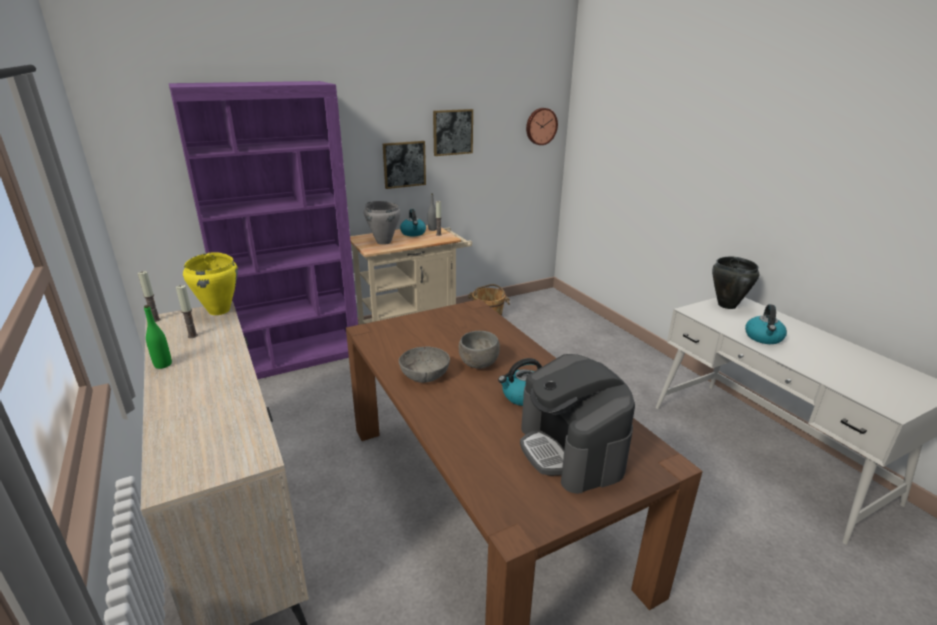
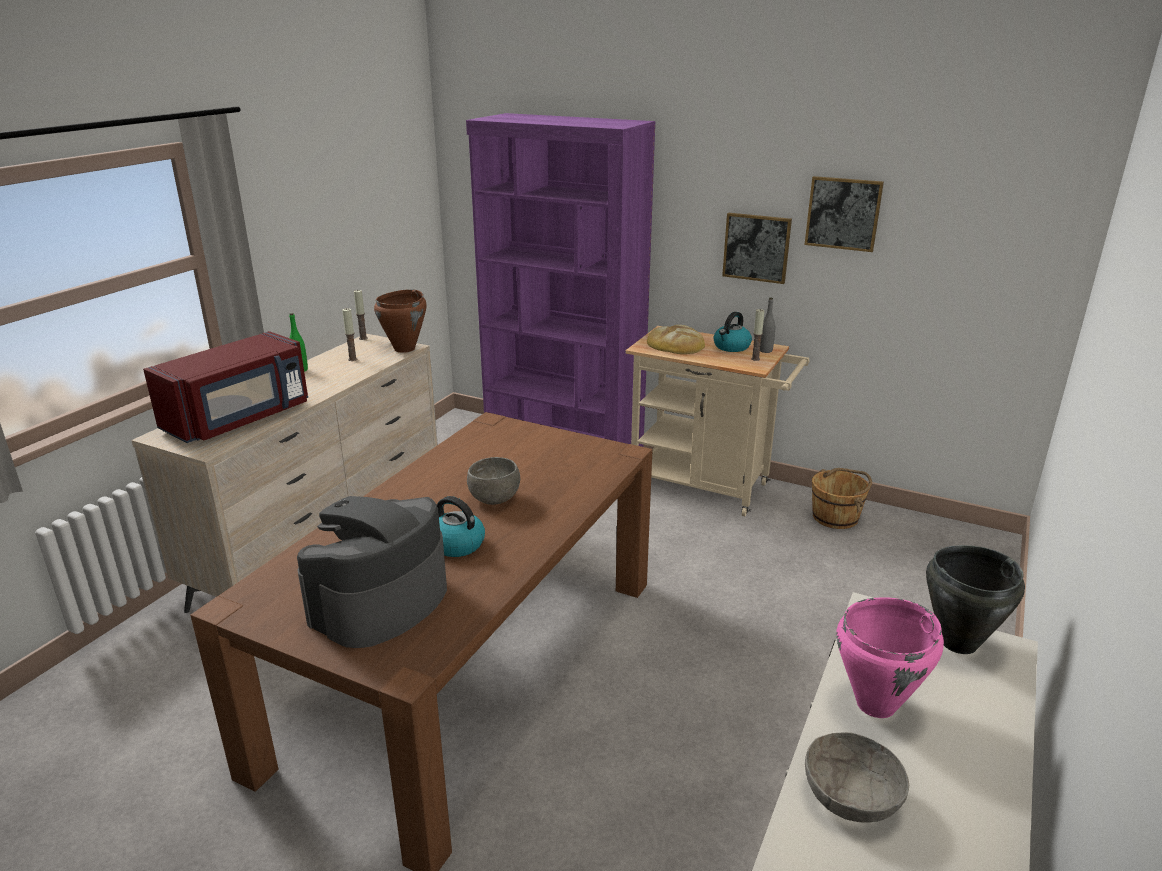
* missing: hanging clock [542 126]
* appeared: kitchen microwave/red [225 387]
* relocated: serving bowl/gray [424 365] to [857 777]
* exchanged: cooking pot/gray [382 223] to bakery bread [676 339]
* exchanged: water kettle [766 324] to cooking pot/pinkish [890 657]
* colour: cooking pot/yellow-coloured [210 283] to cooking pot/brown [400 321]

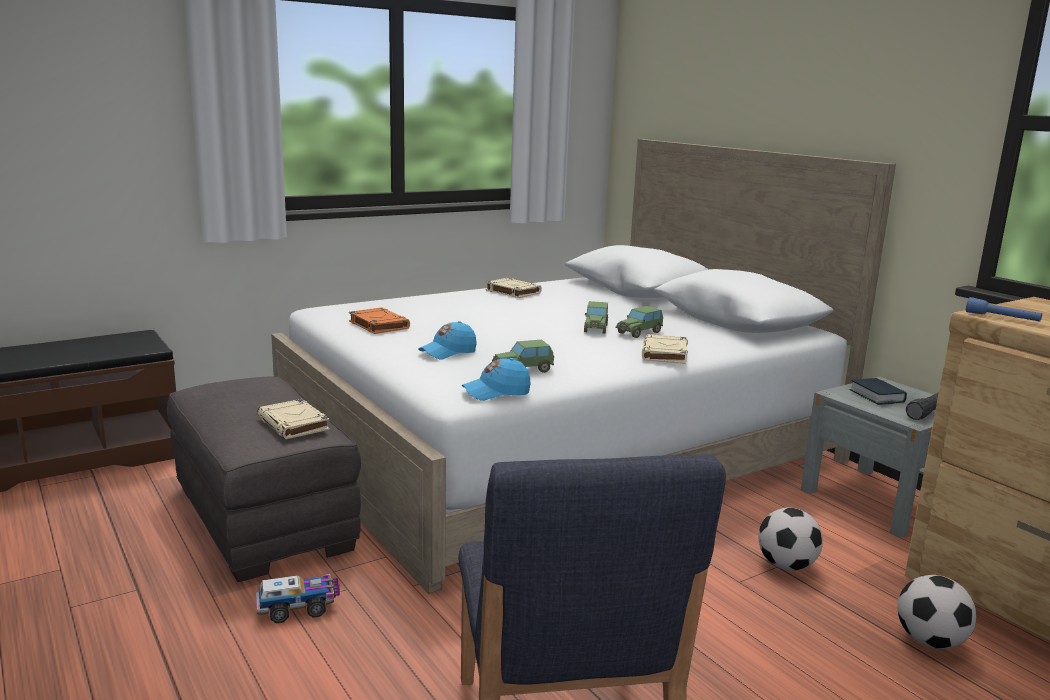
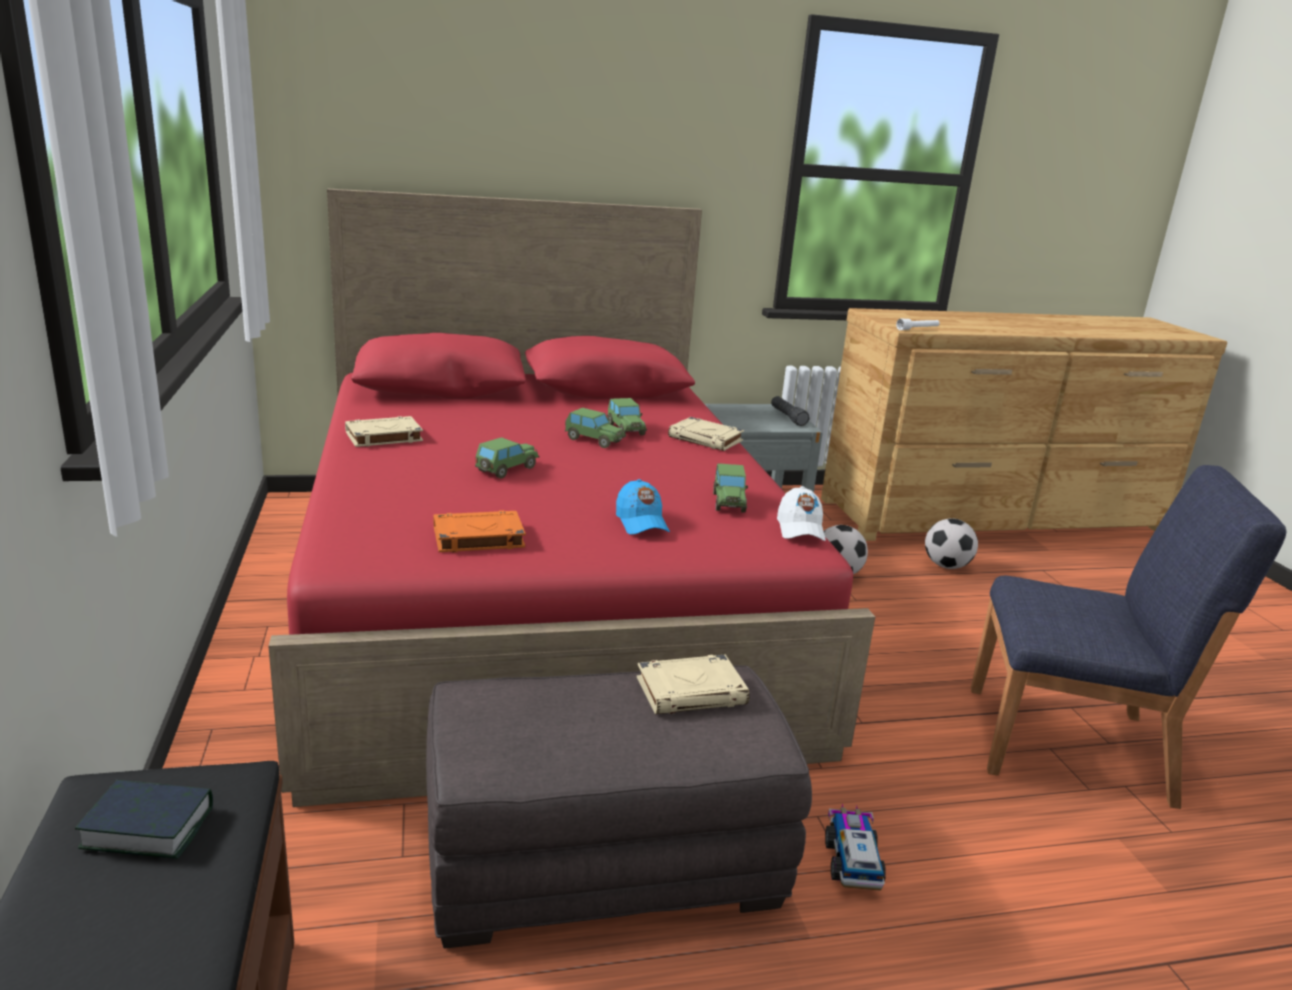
* appeared: miniature car [507 458]
* relocated: volume [878 391] to [144 819]
* colour: bedroom bed/white [583 366] to bedroom bed/red [571 498]
* colour: baseball cap/bluish [496 379] to baseball cap/white [801 513]
* colour: torch/bluish [1004 309] to torch/white [918 324]

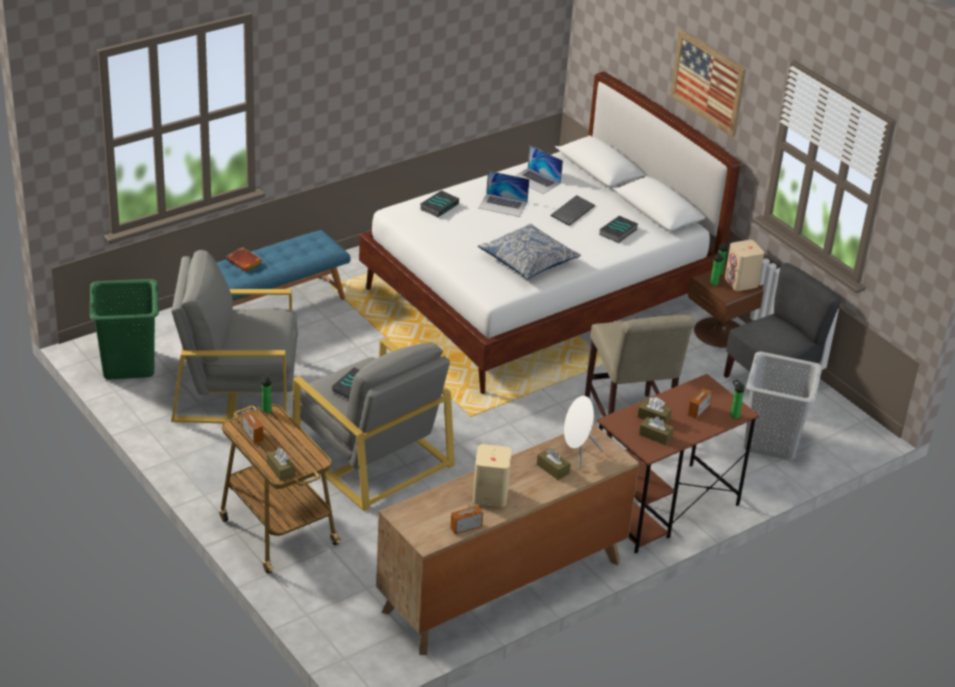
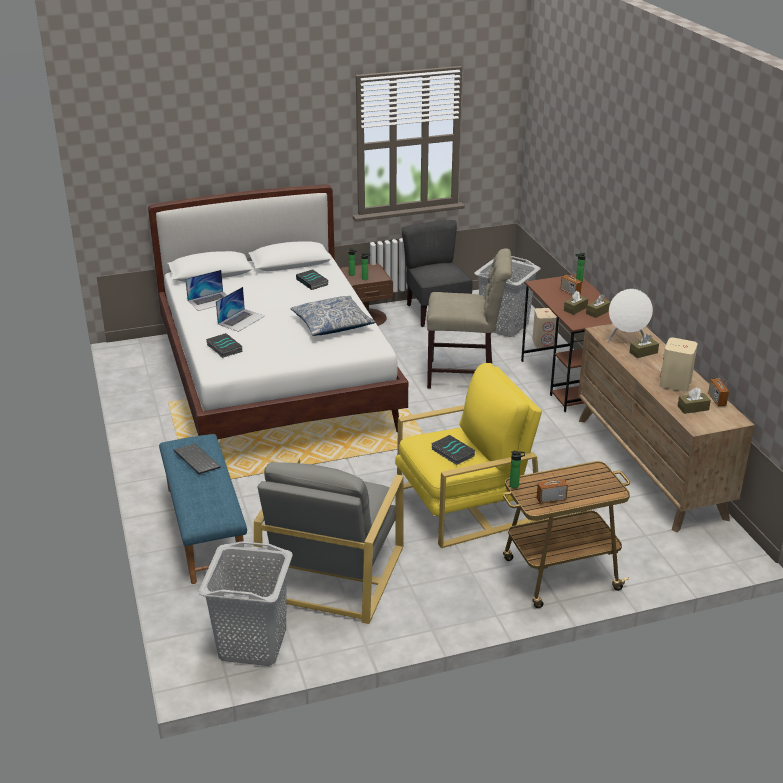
* missing: volume/brown [244 259]
* missing: wall picture [708 83]
* relocated: tissue holder/brown [281 464] to [694 400]
* relocated: PC keyboard [573 210] to [197 458]
* relocated: speaker/beige [744 265] to [546 328]
* colour: washing basket/green [124 329] to washing basket/gray [246 603]
* colour: easy chair/gray [374 424] to easy chair/yellow-coloured [468 455]

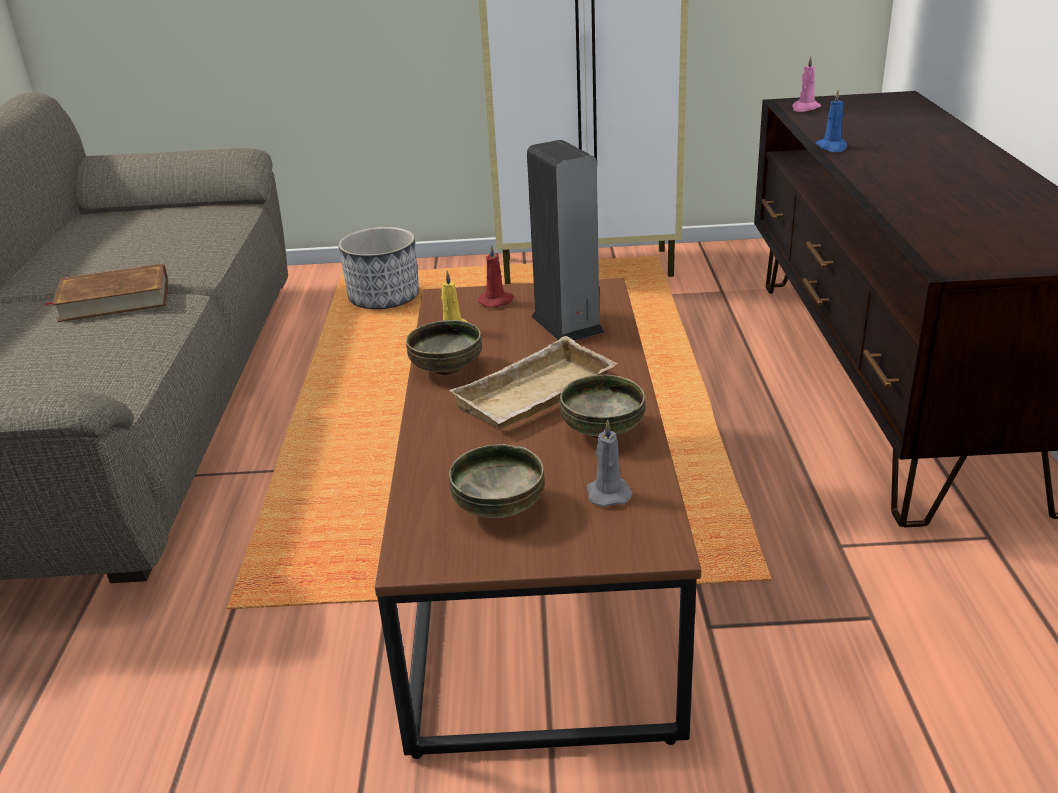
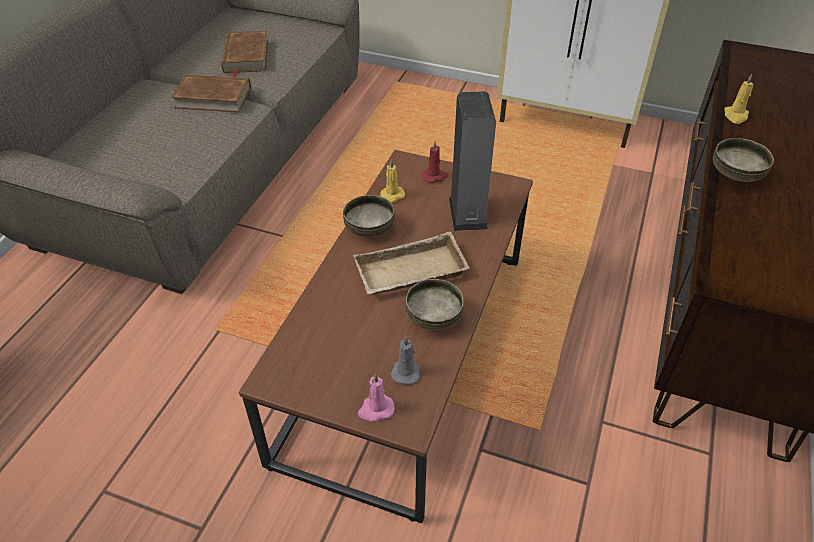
* missing: flower pot [379 268]
* appeared: volume/brown [244 54]
* relocated: serving bowl [497 481] to [743 160]
* relocated: wax candle/pinkish [806 84] to [376 397]
* colour: wax candle/bluish [831 121] to wax candle/yellow-coloured [738 99]

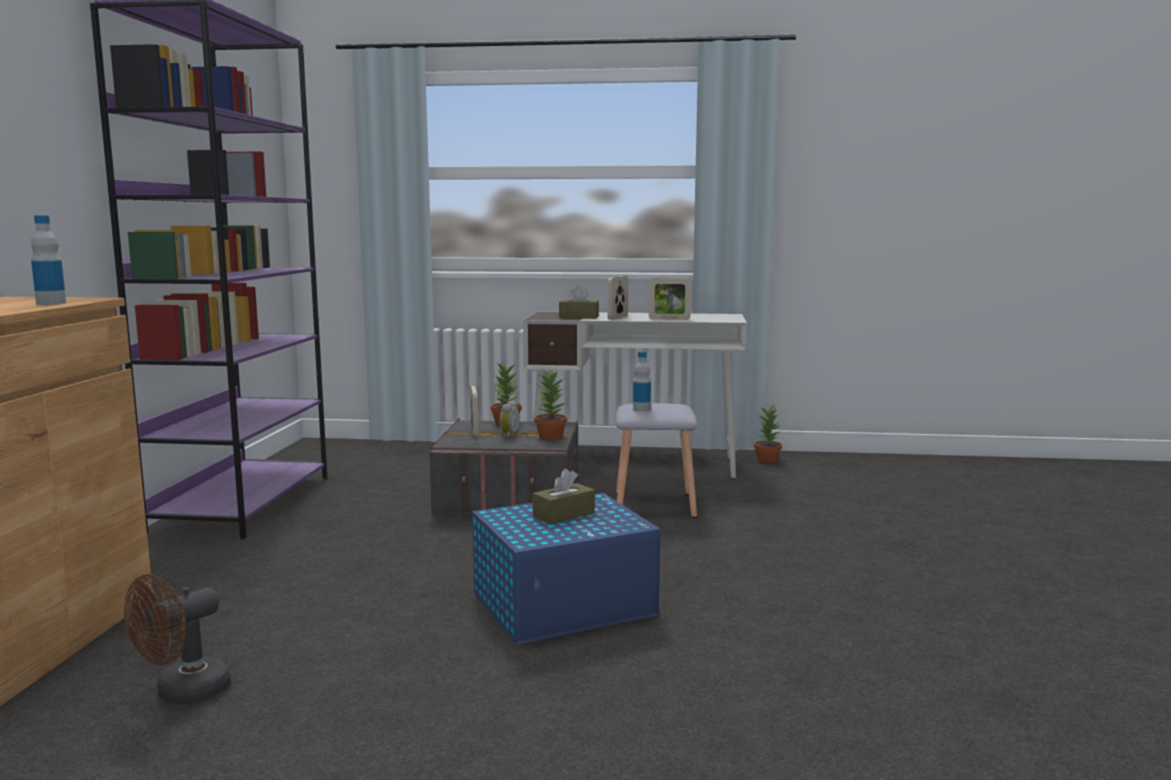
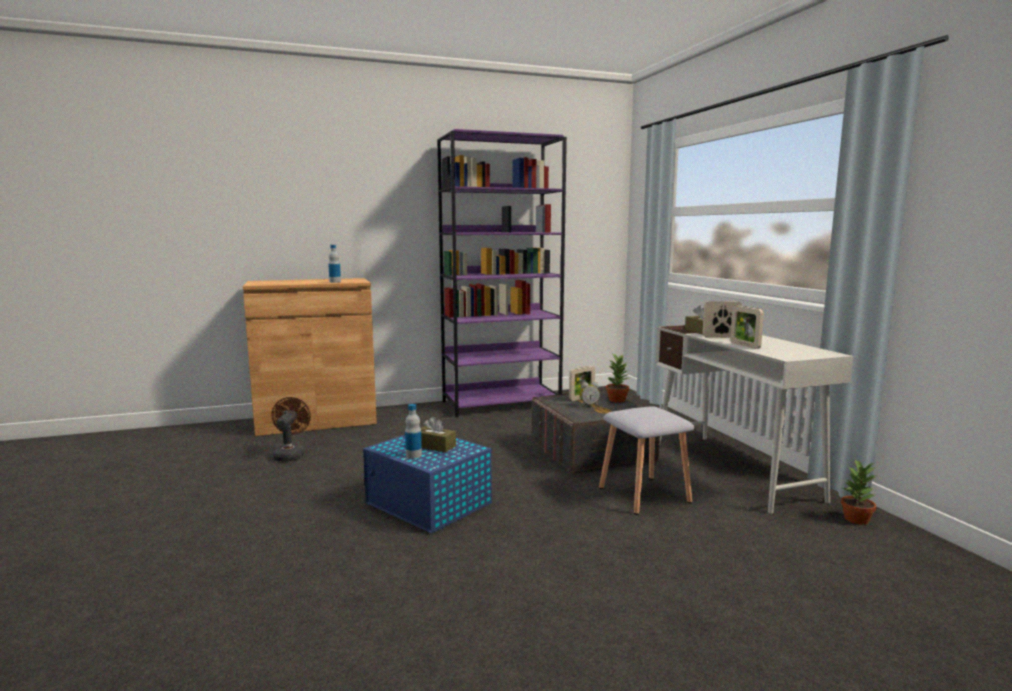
* missing: potted plant [550 405]
* relocated: bottle [642 381] to [413 431]
* spun: electric fan/brown [177 639] = [291 429] 75 degrees clockwise

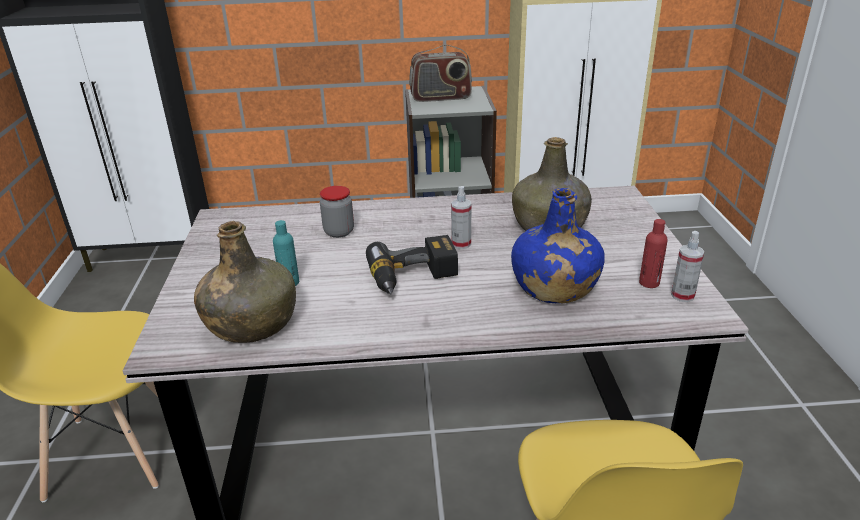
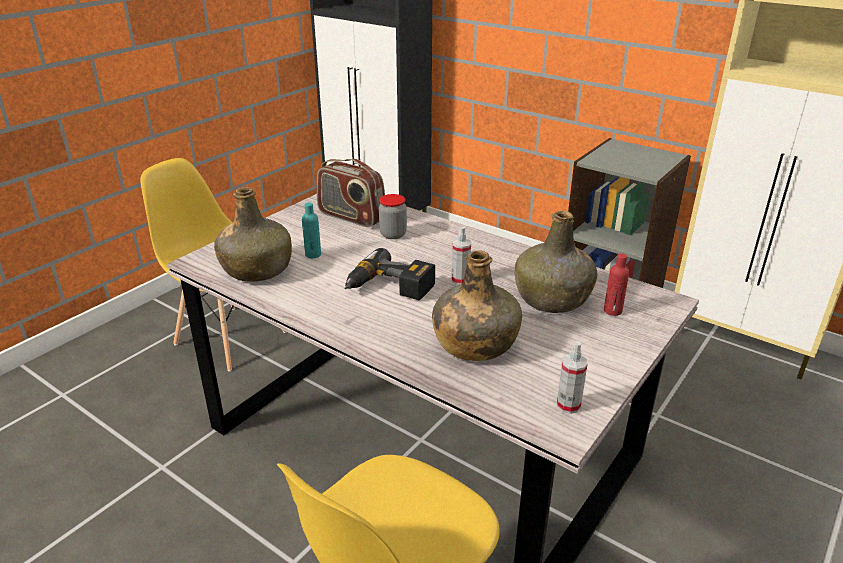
* relocated: radio receiver [440 73] to [351 193]
* relocated: bottle/red [653 253] to [616 284]
* colour: bottle/bluish [558 245] to bottle/green [477 305]

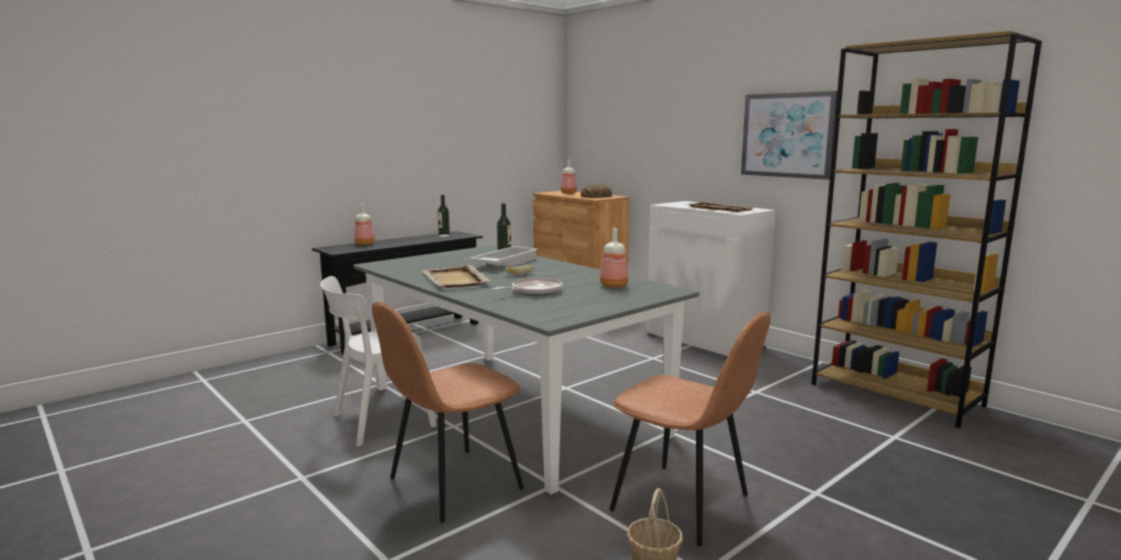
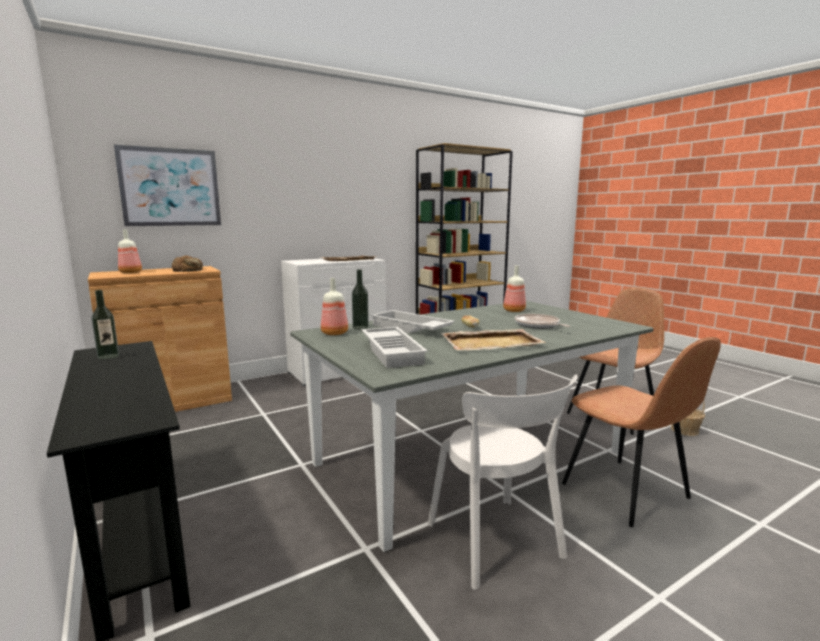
* appeared: tray/white [395 347]
* relocated: bottle [364 224] to [334 306]
* relocated: wall picture [789 135] to [167 185]

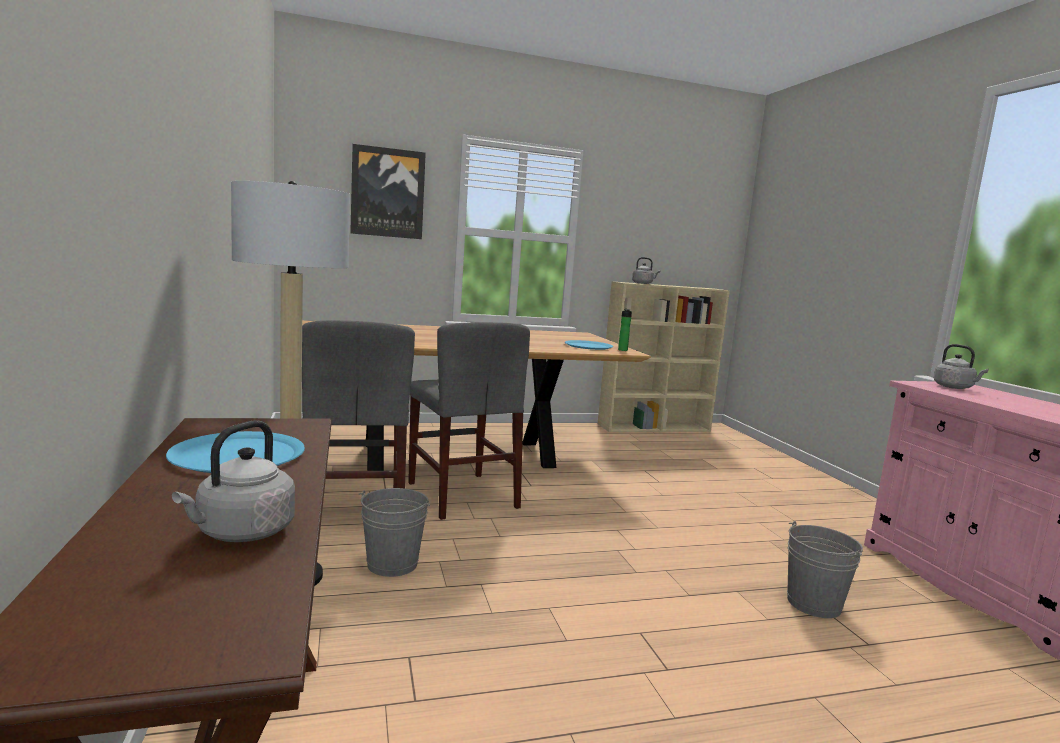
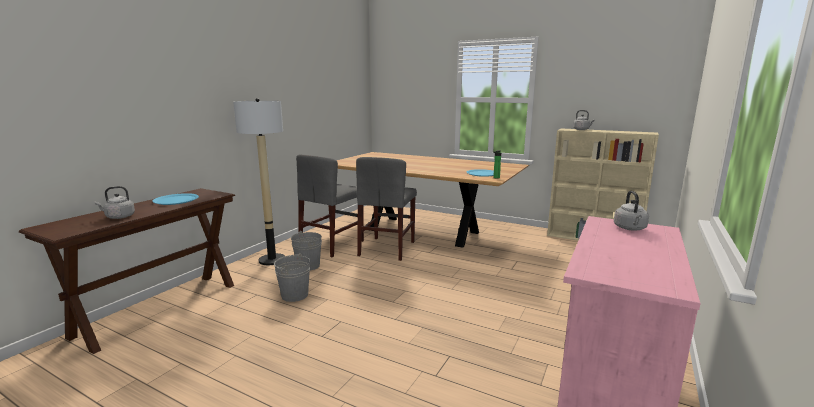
* missing: wall picture [388 191]
* relocated: water bucket/gray [825 569] to [292 277]

